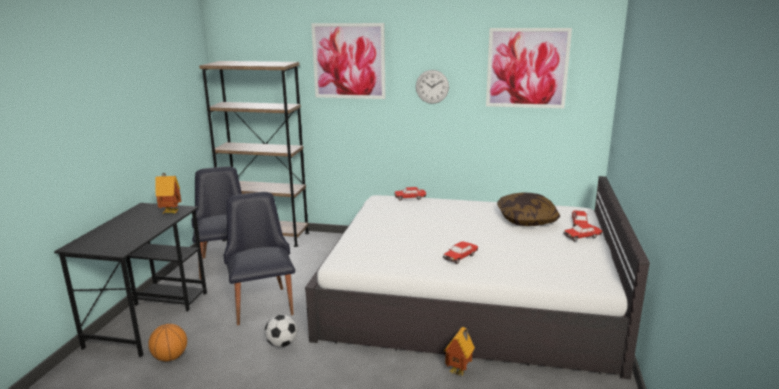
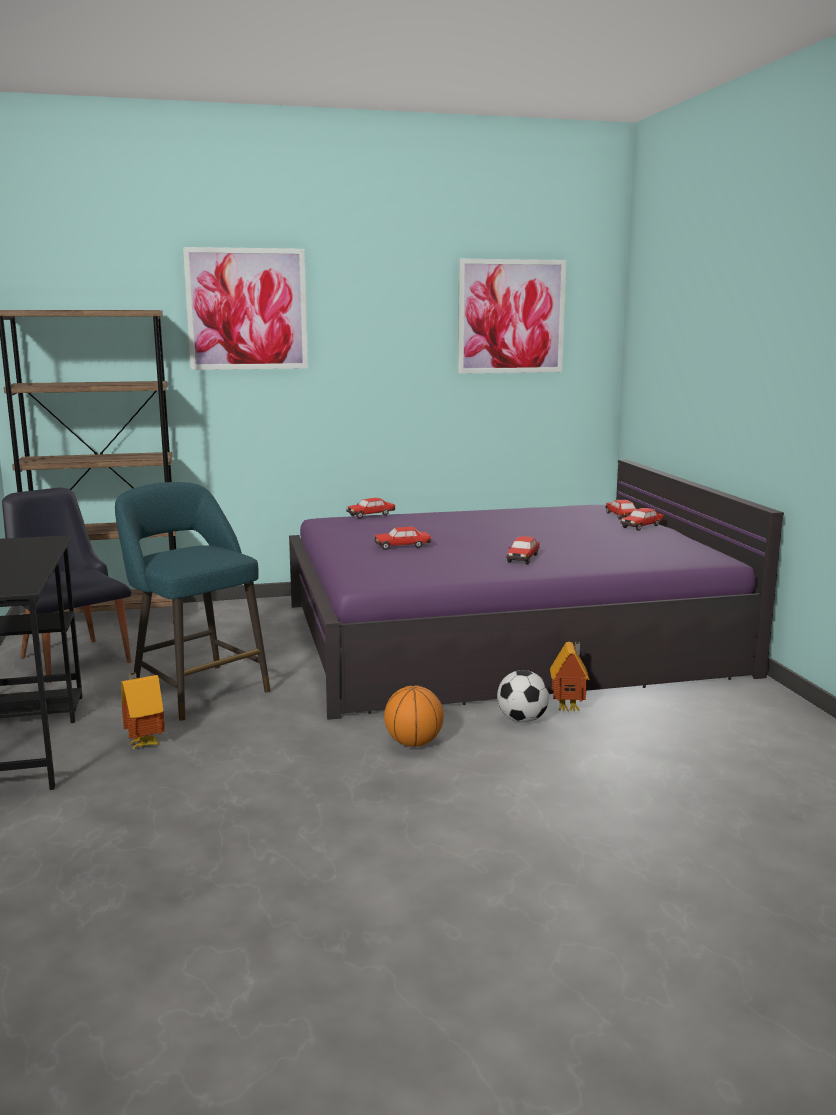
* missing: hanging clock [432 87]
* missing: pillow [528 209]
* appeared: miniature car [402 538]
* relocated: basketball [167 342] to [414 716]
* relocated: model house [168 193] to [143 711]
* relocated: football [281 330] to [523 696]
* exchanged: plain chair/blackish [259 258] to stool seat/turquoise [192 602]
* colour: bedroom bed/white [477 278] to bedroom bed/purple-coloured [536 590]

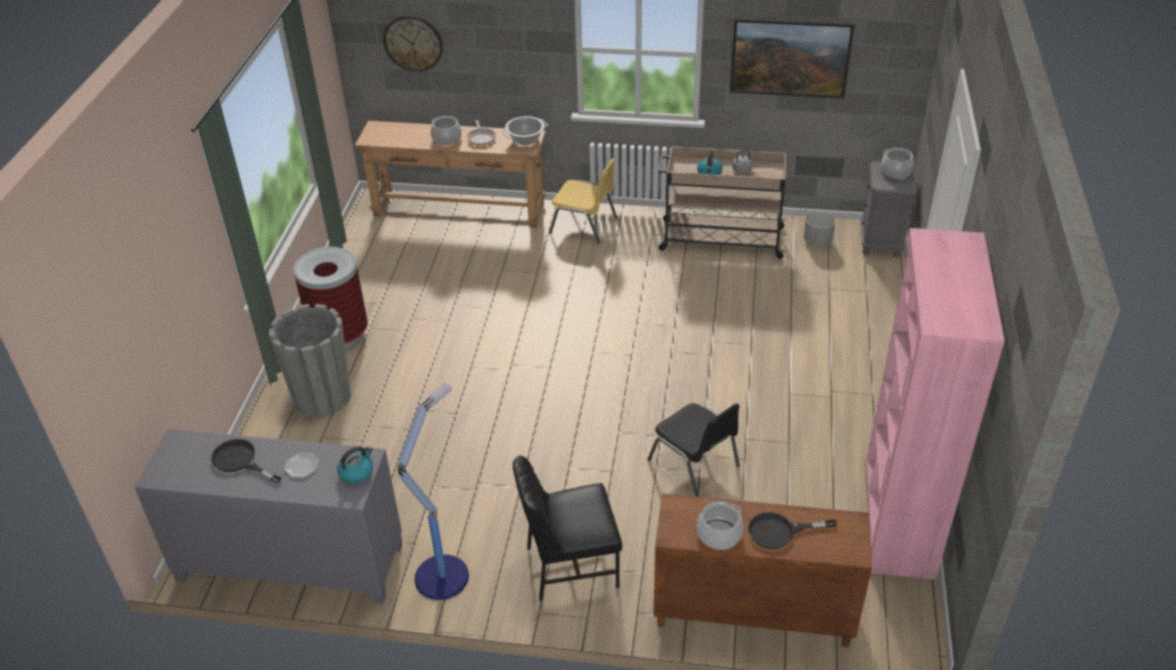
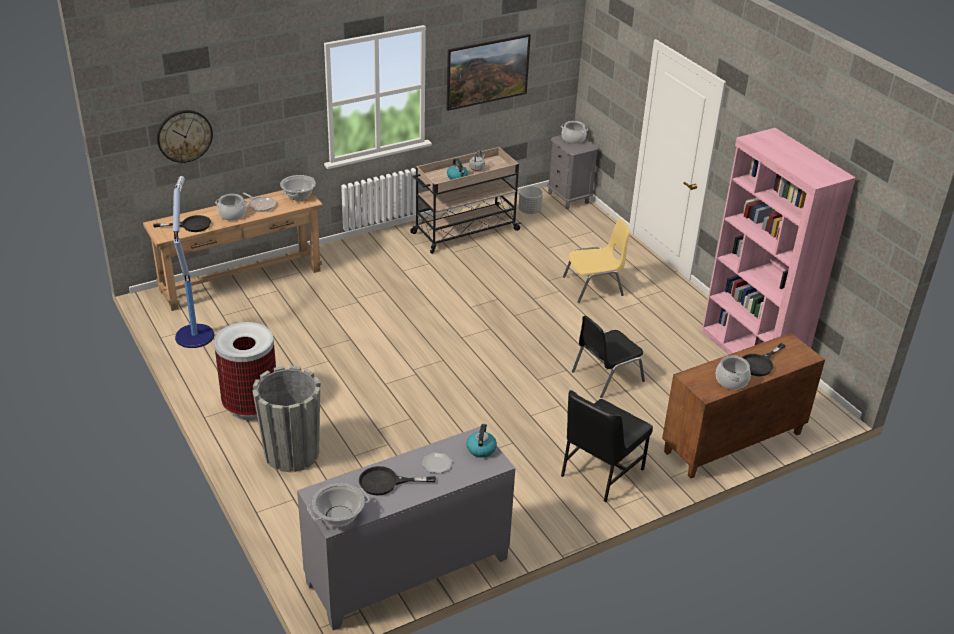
* appeared: pan/blackish [182 223]
* appeared: cooking pot [338 504]
* relocated: standard lamp [433 491] to [193 262]
* relocated: plain chair/yellow-coloured [583 201] to [596 261]
* spun: plain chair/blackish [693 450] = [608 356] 135 degrees clockwise

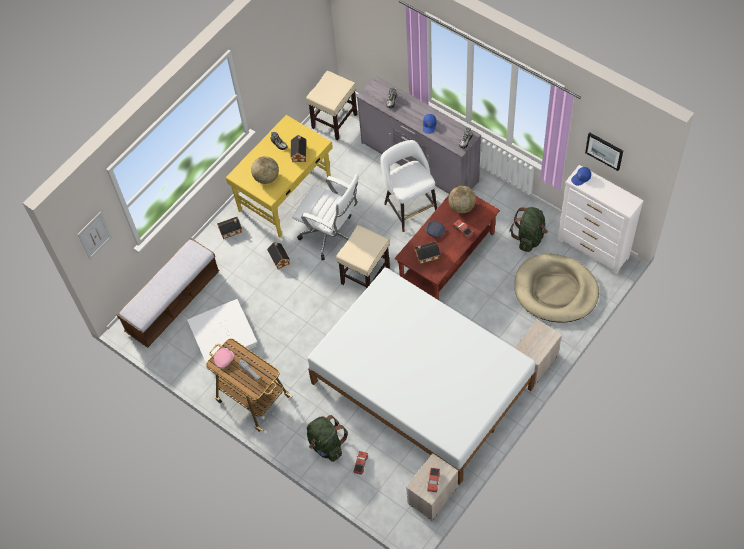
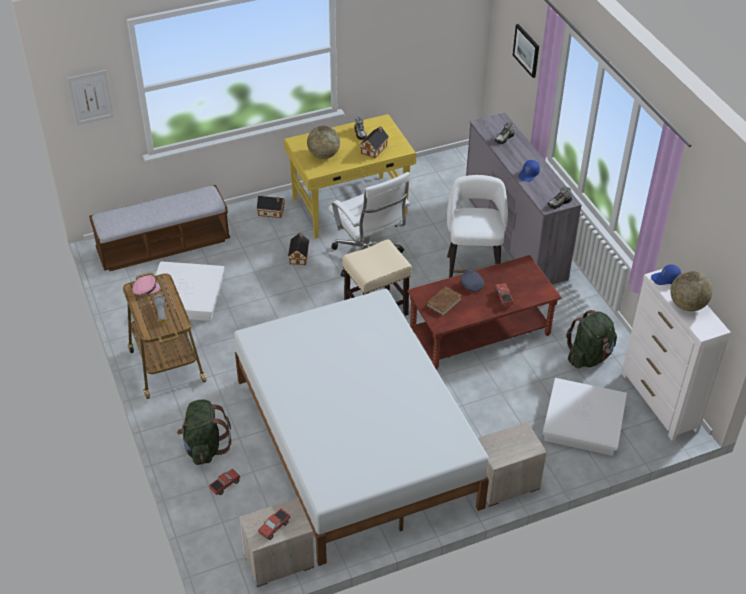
* missing: stool seat/beige [331 105]
* relocated: desk globe [462 199] to [691 291]
* relocated: wall picture [604 152] to [526 51]
* exchanged: model house [427 253] to volume/brown [444 301]
* exchanged: dog bed/beige [556 288] to storage box/white [585 417]

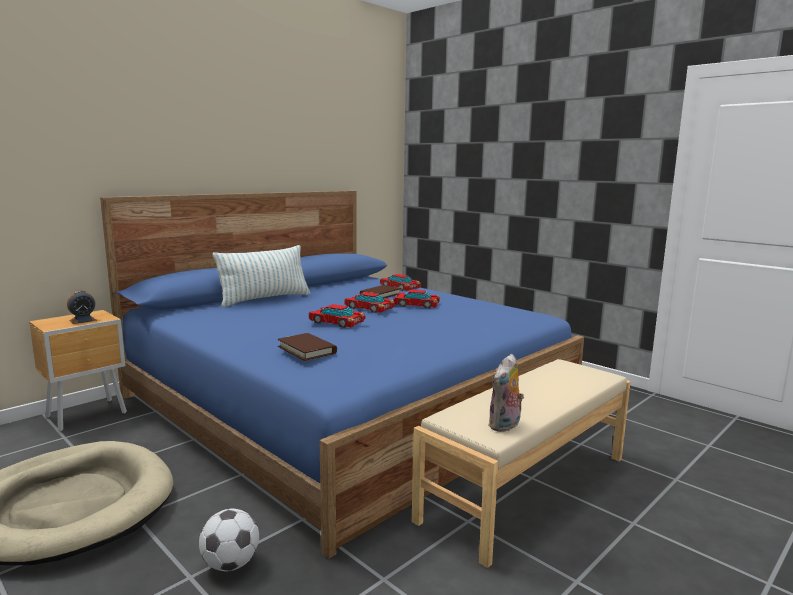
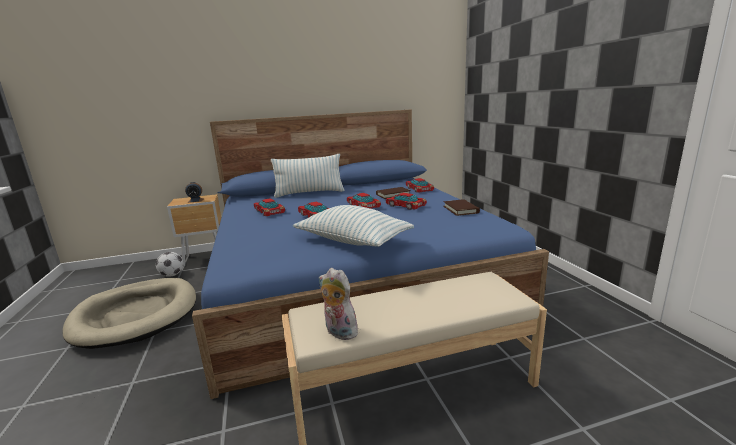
* appeared: miniature car [269 207]
* appeared: pillow [353 226]
* relocated: football [229 540] to [170 264]
* relocated: volume/brown [307 347] to [461 208]
* spun: plush toy [506 393] = [338 304] 60 degrees clockwise

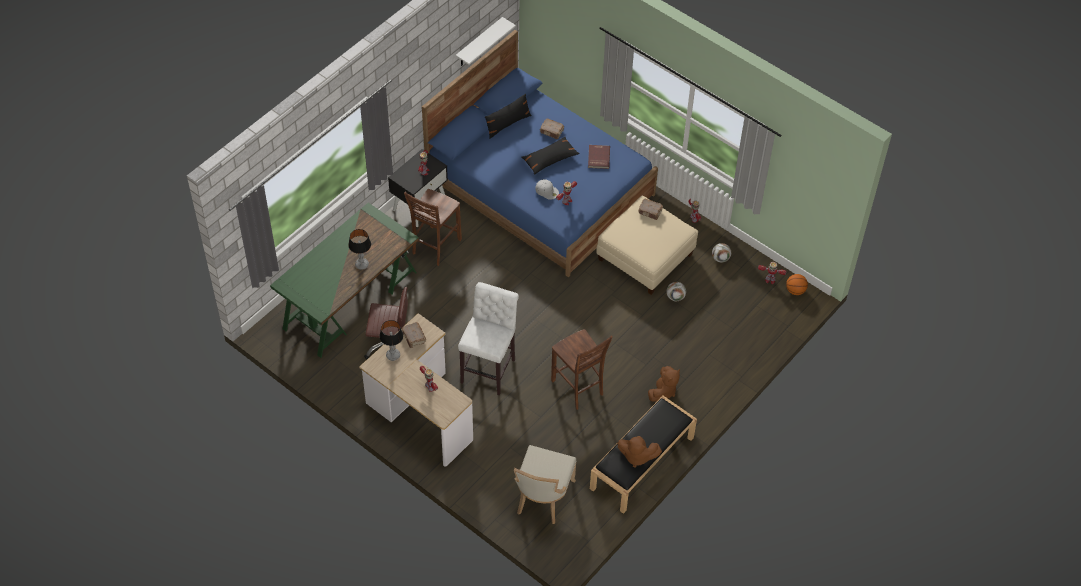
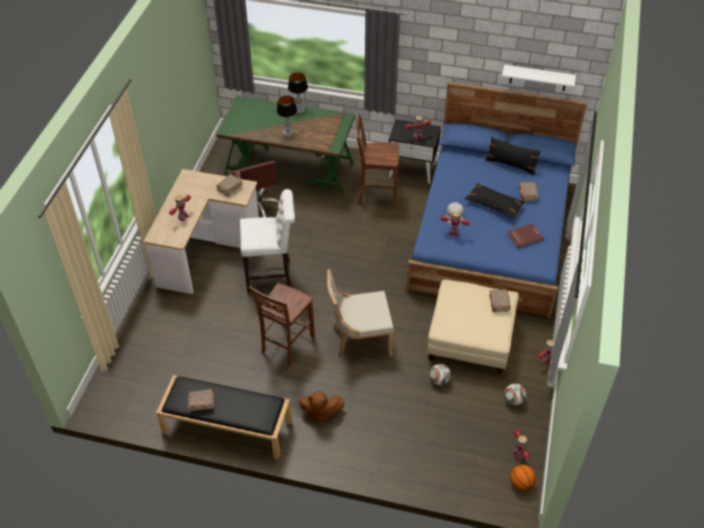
* relocated: lamp for a table [391 340] to [298 93]
* relocated: plain chair/beige [545 484] to [360 313]
* exchanged: plush toy/brown [639 451] to volume/brown [201 400]

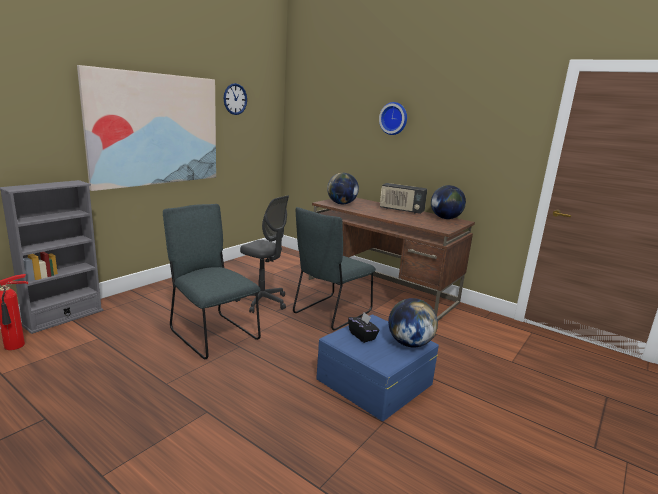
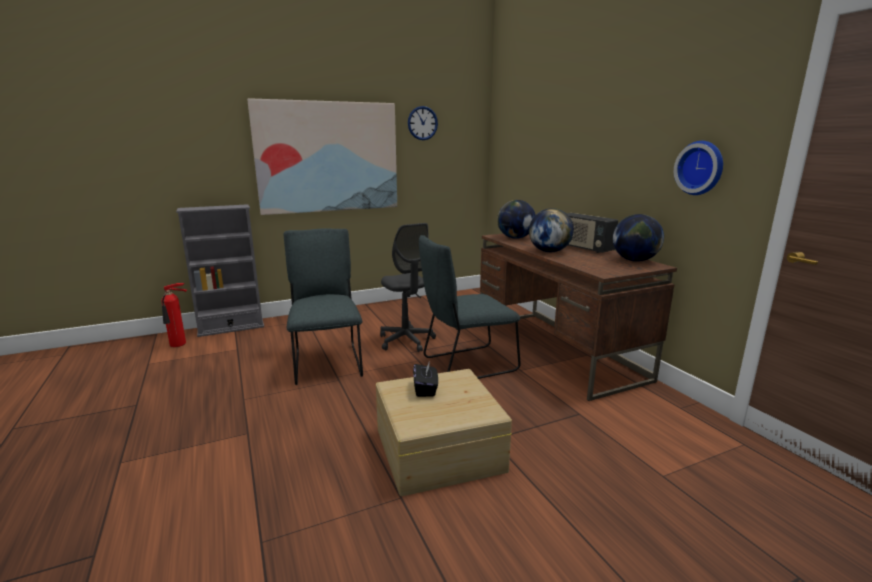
* relocated: hanging clock [393 118] to [698 168]
* relocated: desk globe [413 322] to [551 230]
* colour: storage box/bluish [377 367] to storage box/beige [444 432]

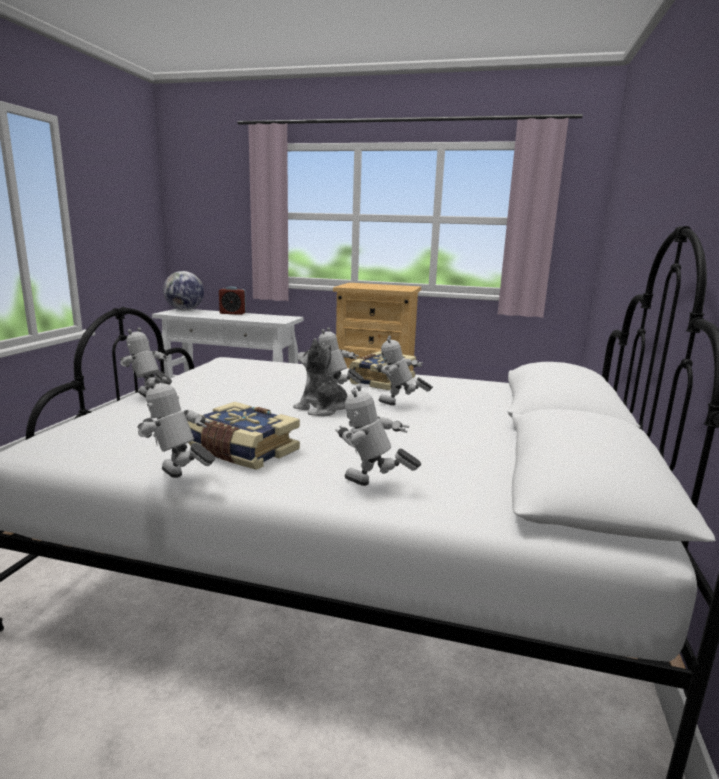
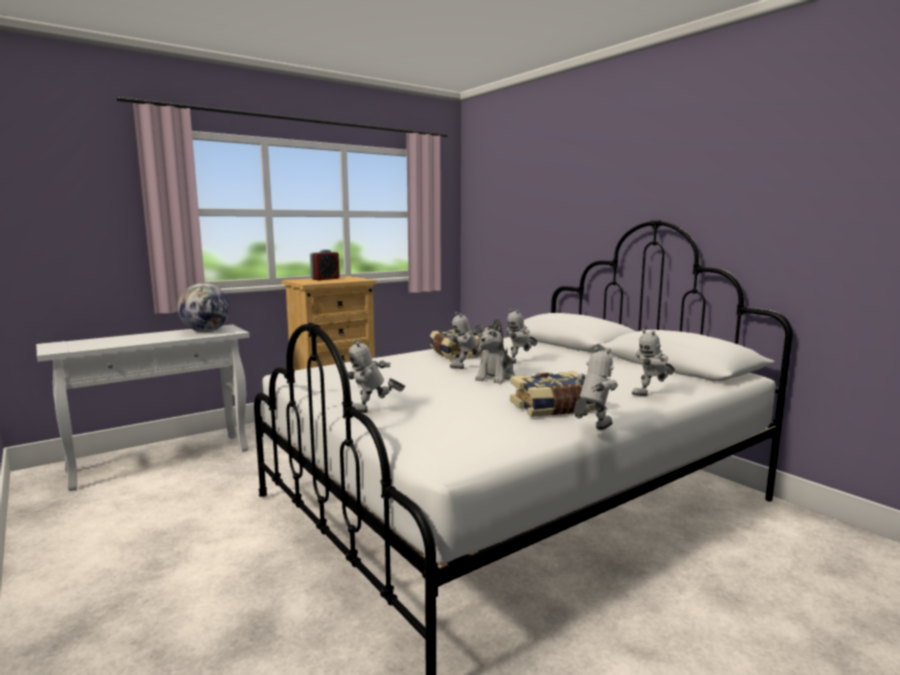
* relocated: desk globe [183 290] to [204 307]
* relocated: alarm clock [232 300] to [325 265]
* spun: model robot [176 427] = [596 388] 150 degrees clockwise
* spun: plush toy [324 377] = [495 351] 45 degrees counterclockwise

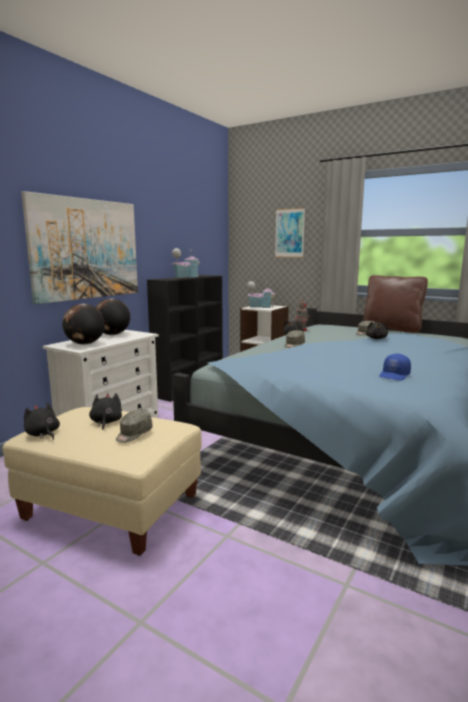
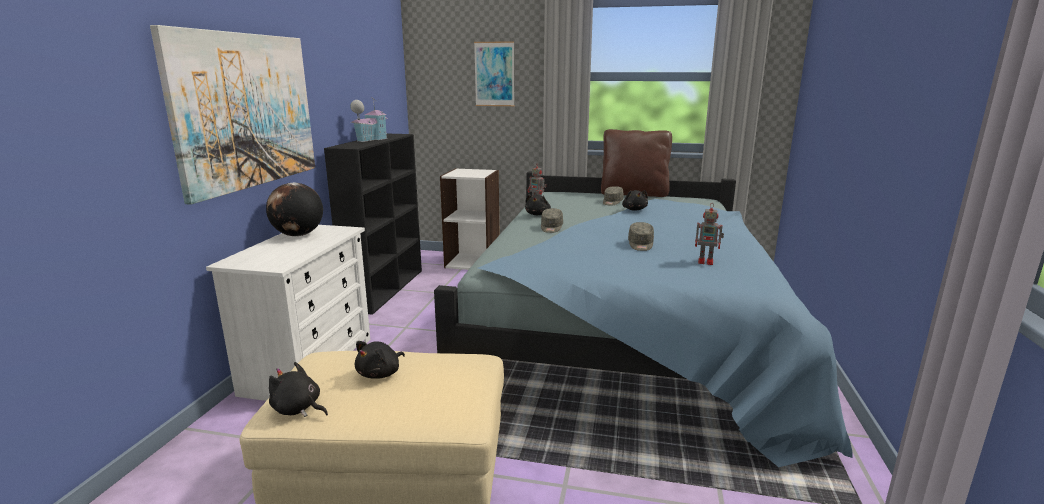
* missing: desk globe [83 324]
* missing: model house [261 294]
* relocated: baseball cap/gray [134 426] to [641 236]
* exchanged: baseball cap/bluish [395 367] to model robot [709 234]
* spun: plush toy/blackish [105 411] = [380 360] 120 degrees counterclockwise

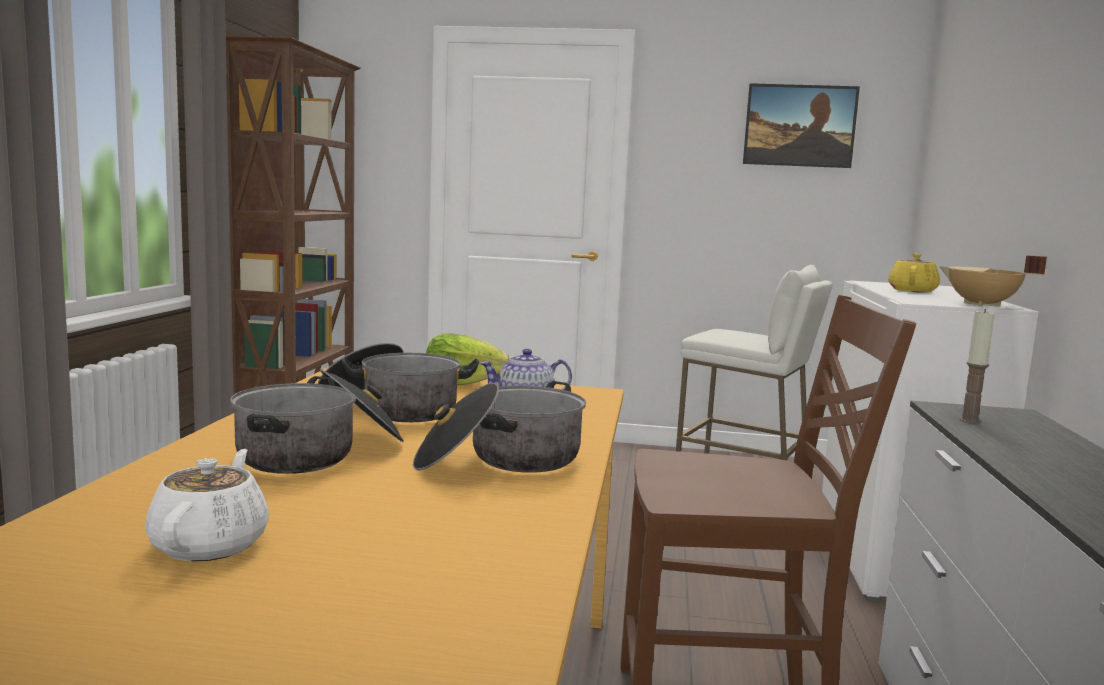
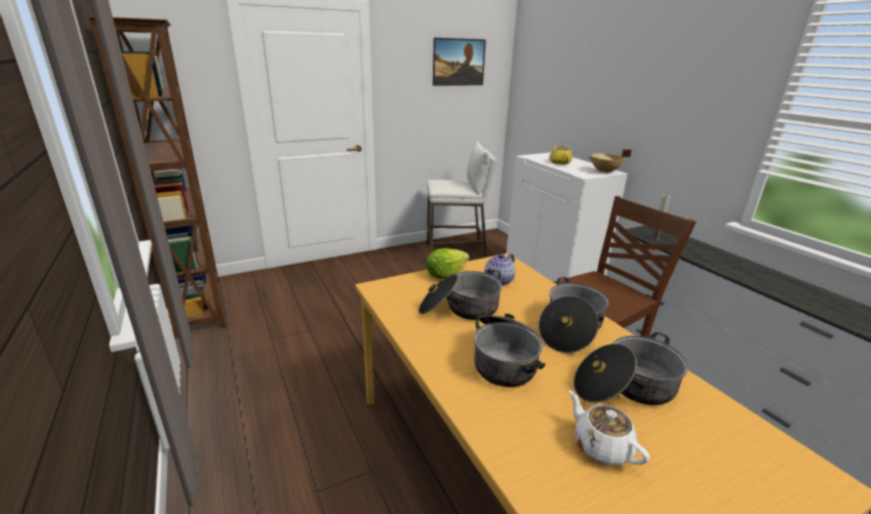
* appeared: cooking pot [631 368]

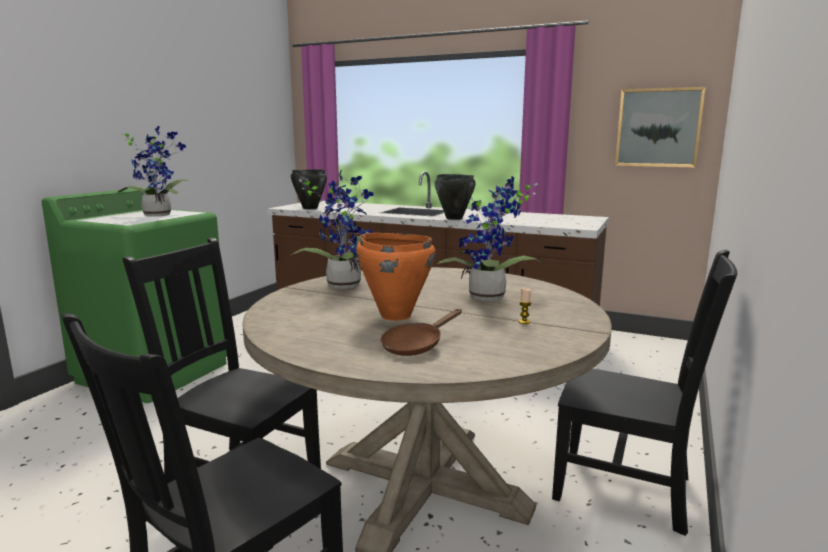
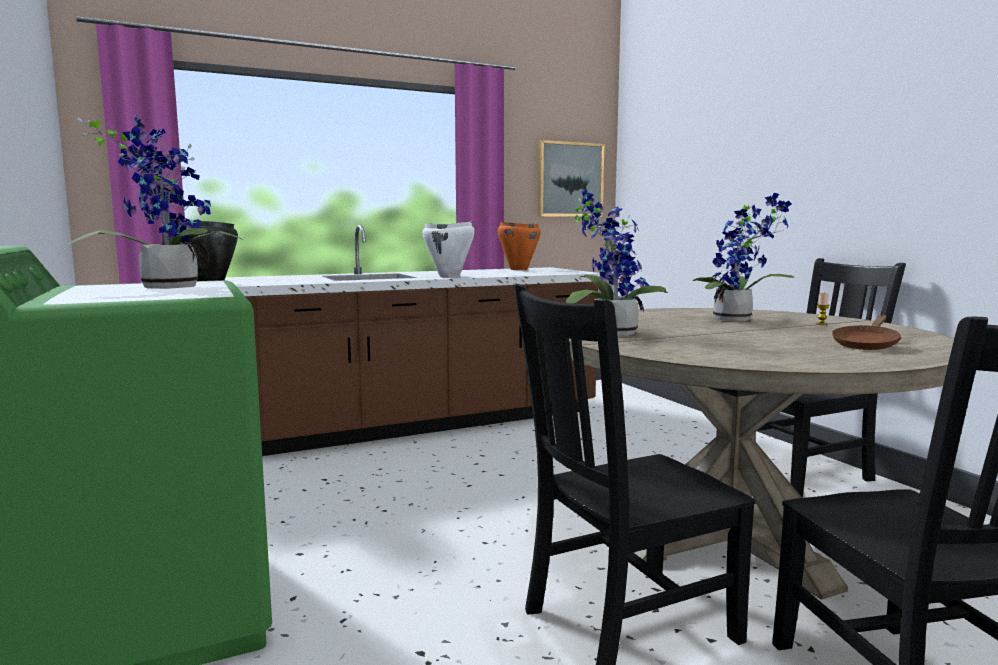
* relocated: cooking pot/orange [396 277] to [519 246]
* colour: cooking pot/blackish [455 197] to cooking pot/white [449 250]
* spun: pan/brown [420 332] = [867 332] 45 degrees clockwise

